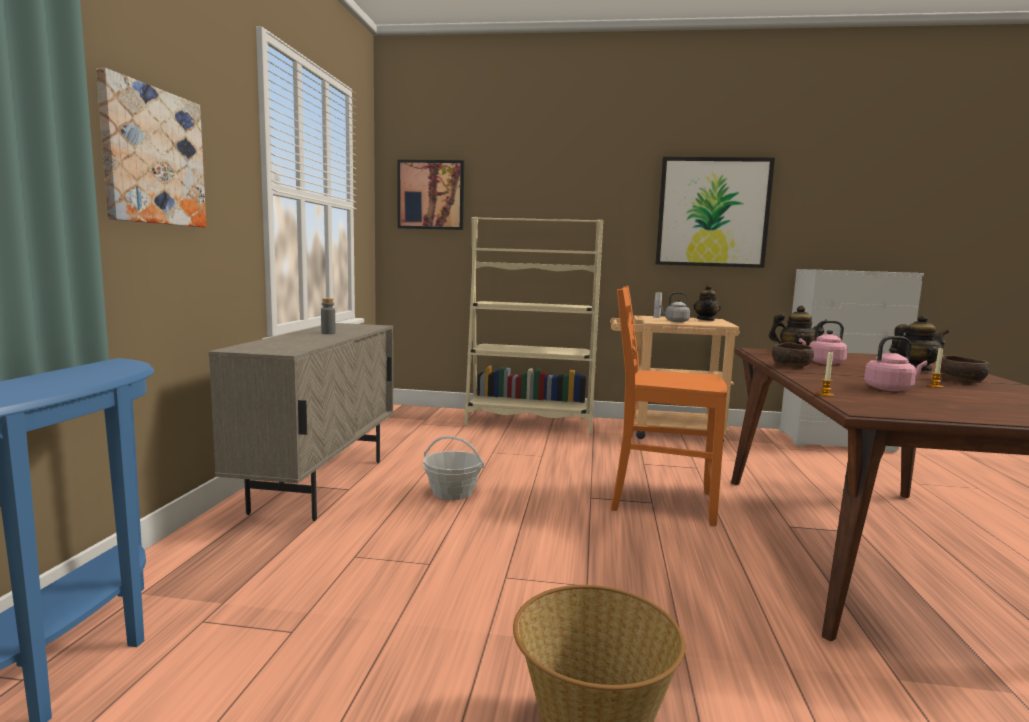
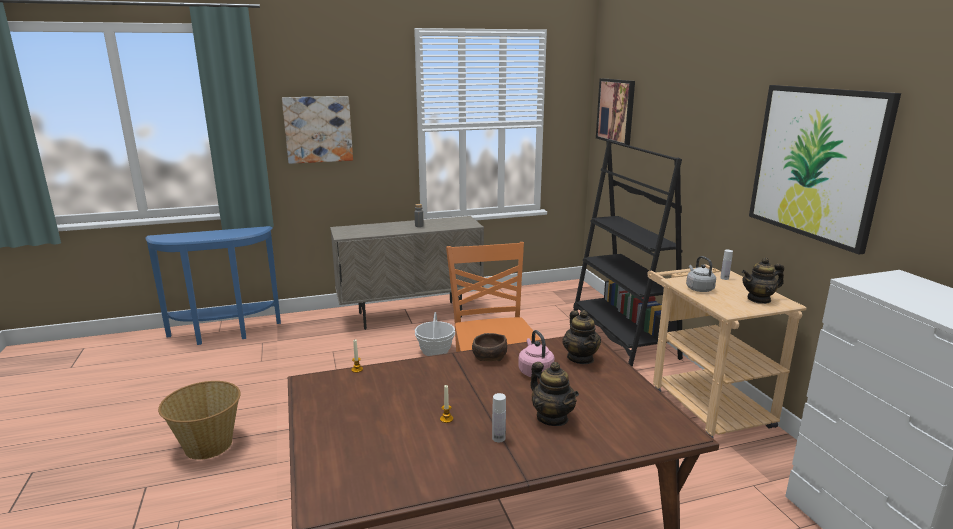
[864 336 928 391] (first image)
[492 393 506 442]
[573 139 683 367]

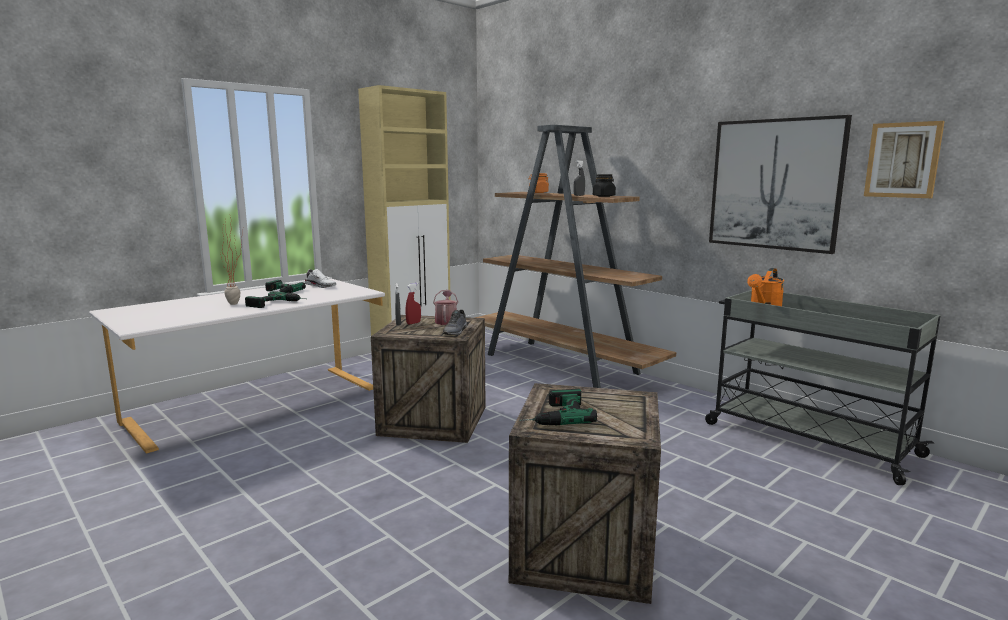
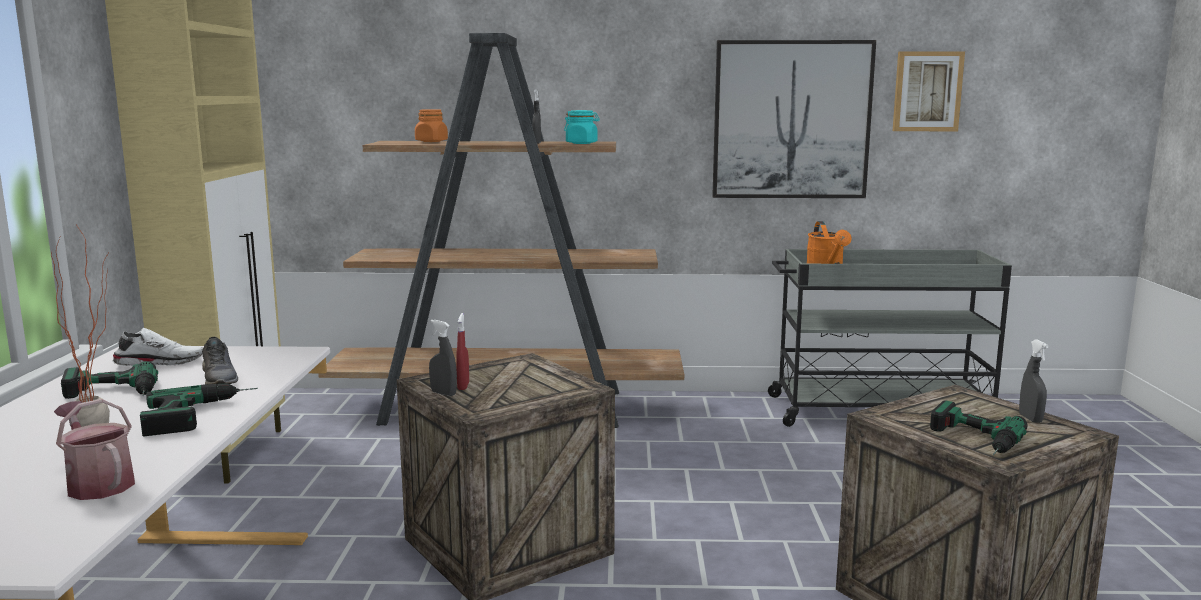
[1019 339 1049 423]
[54 399 135 500]
[202 337 238 385]
[564 110 600 144]

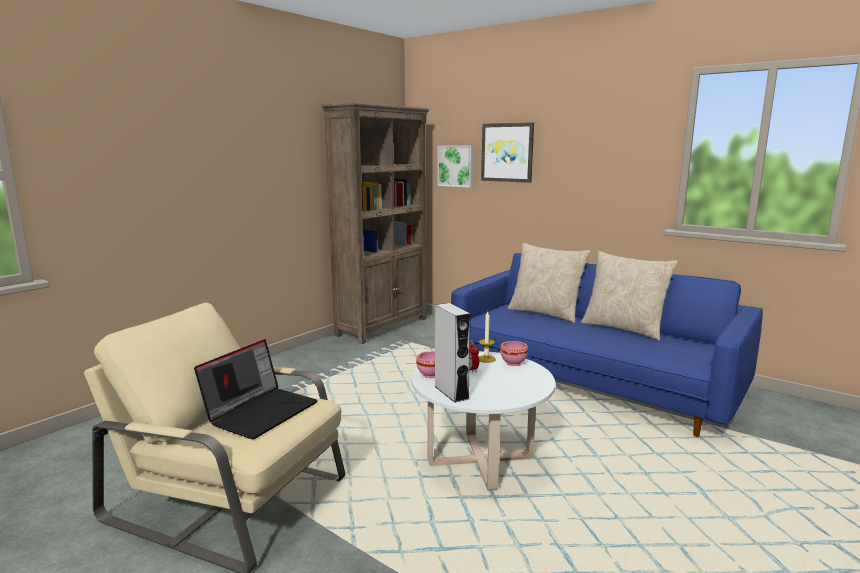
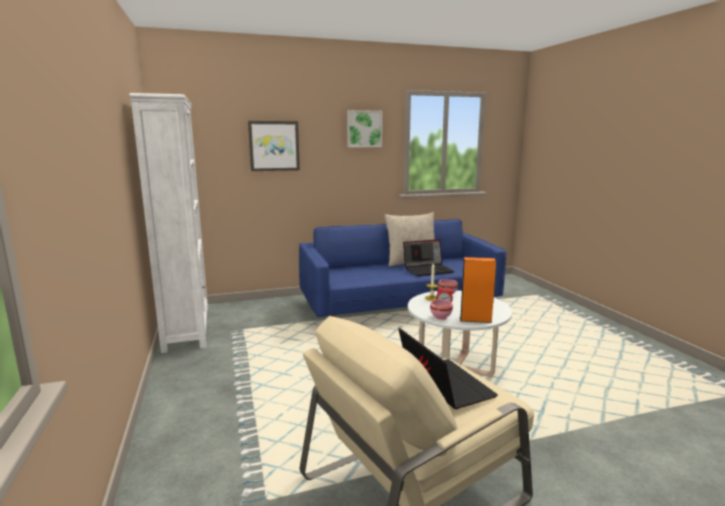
[508 243 590 323] (first image)
[403 239 454 276]
[347 110 382 147]
[130 93 208 353]
[460 257 496 323]

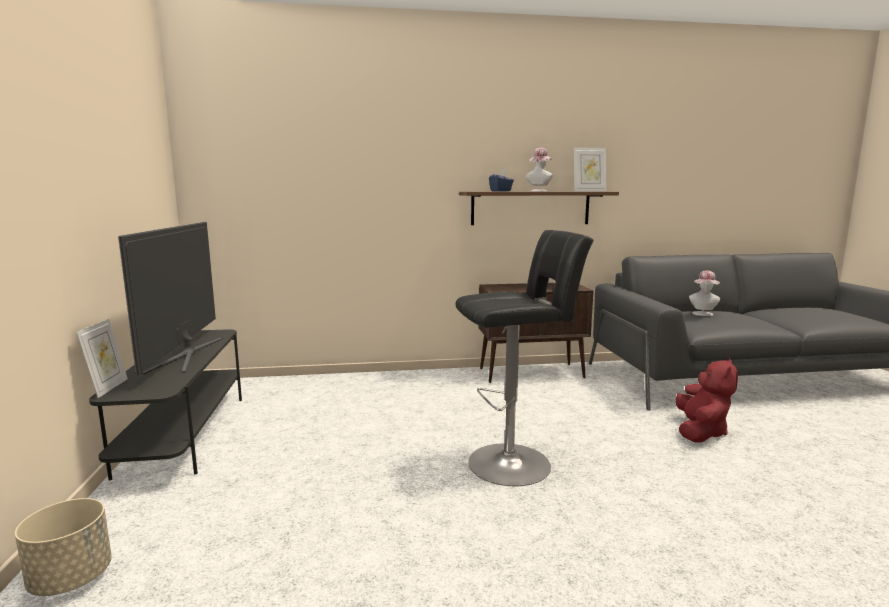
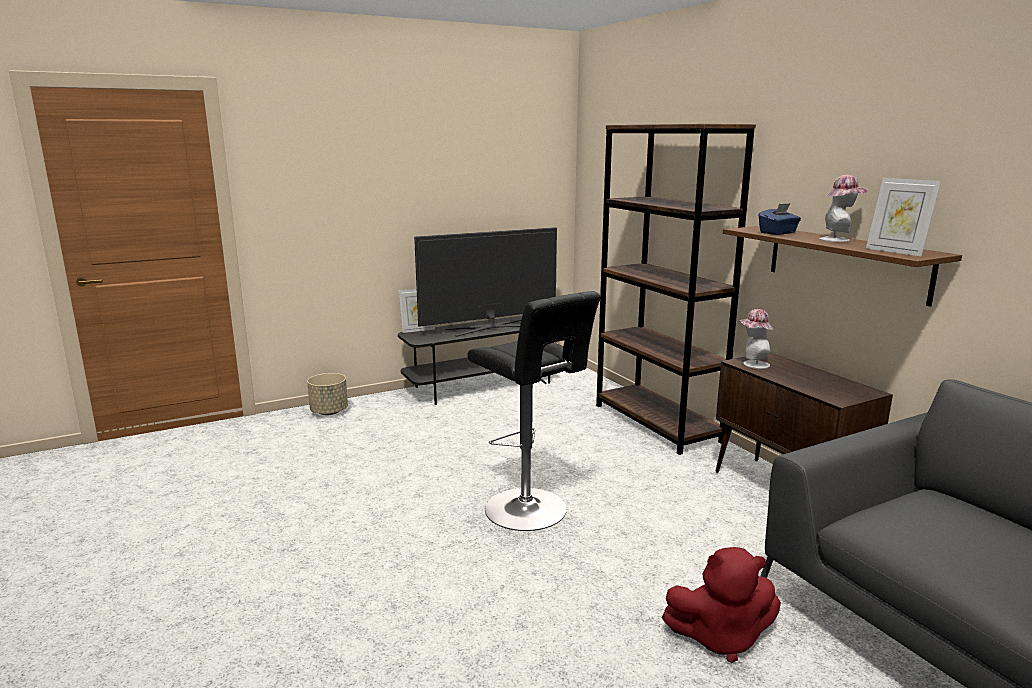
[596 124 756 455]
[739 309 773 369]

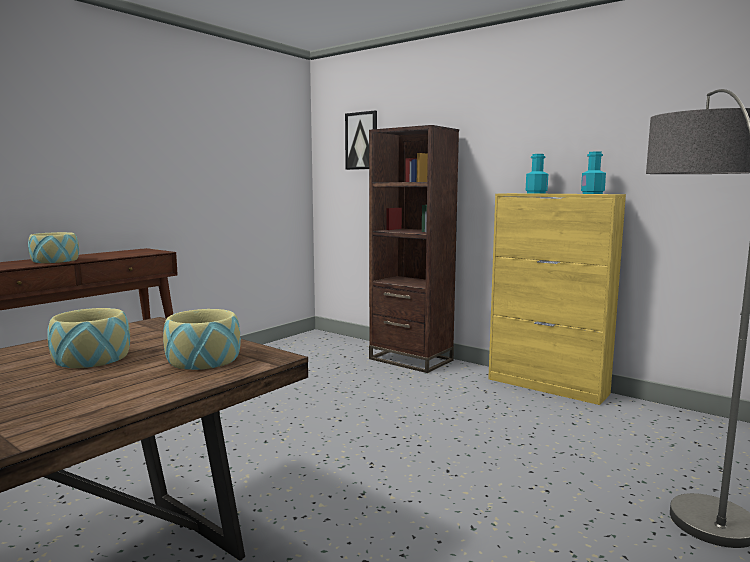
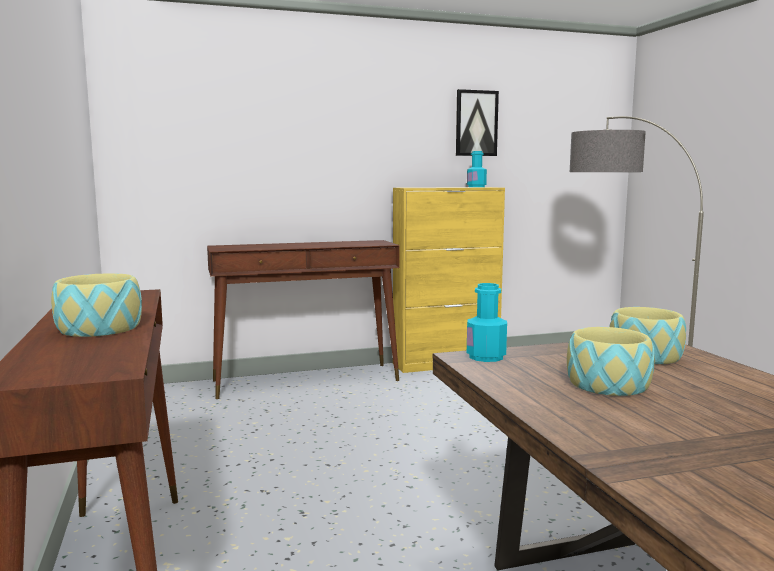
[456 89 499 156]
[467 283 507 362]
[207 240 400 399]

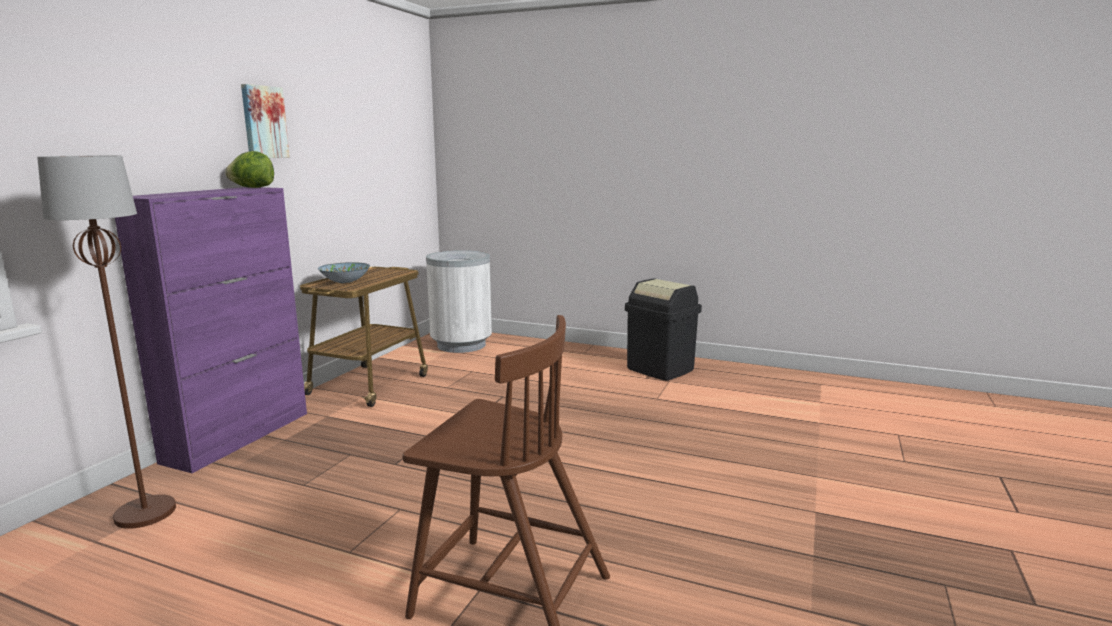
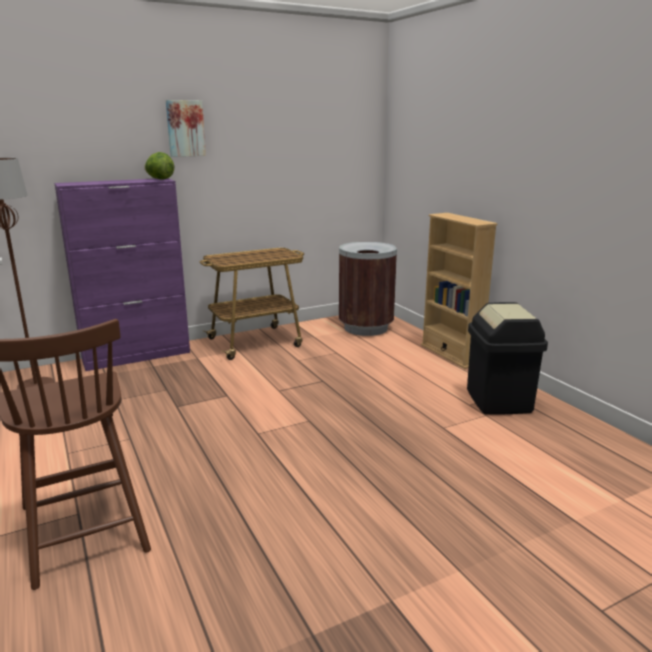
[318 262 370 283] (first image)
[421 213 497 369]
[339 242 397 336]

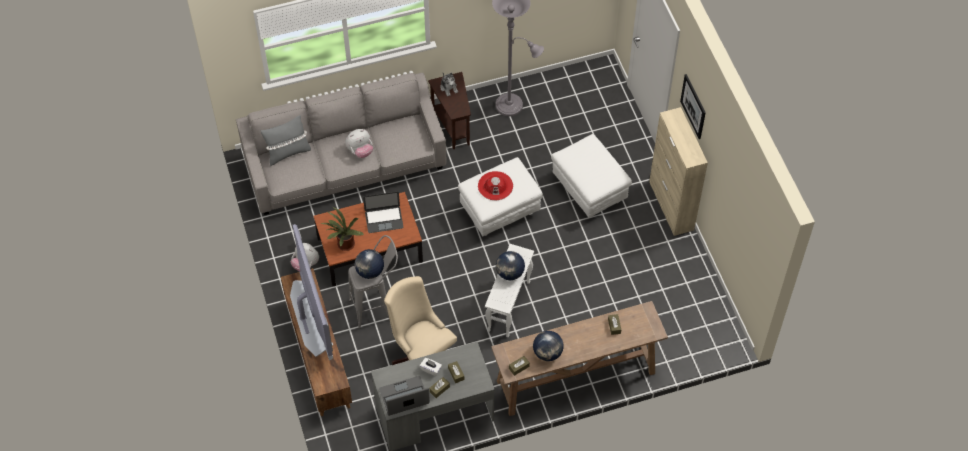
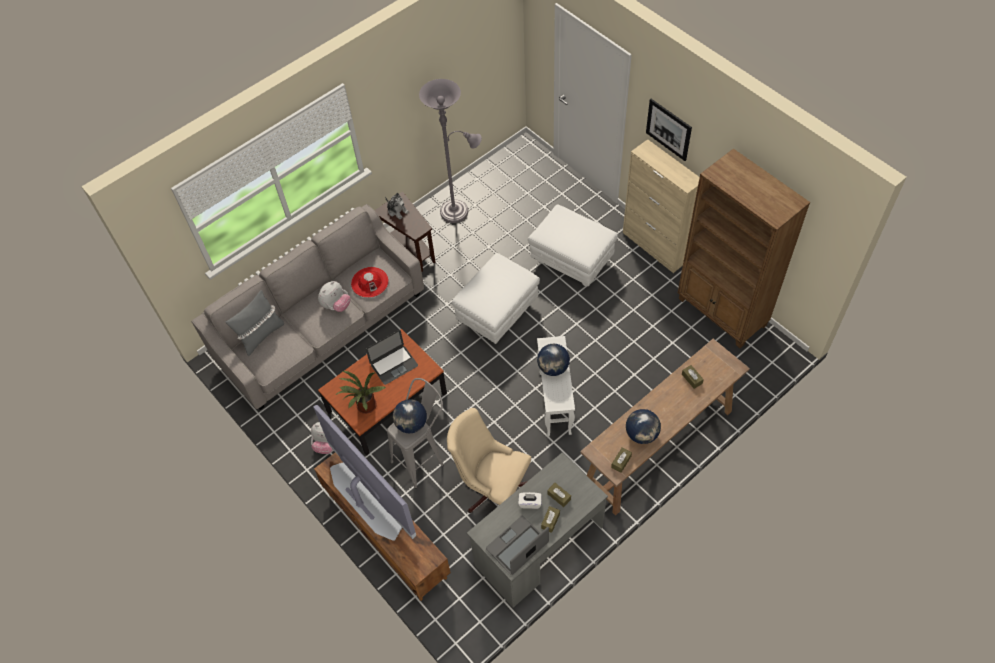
[678 148 810 348]
[351 267 389 298]

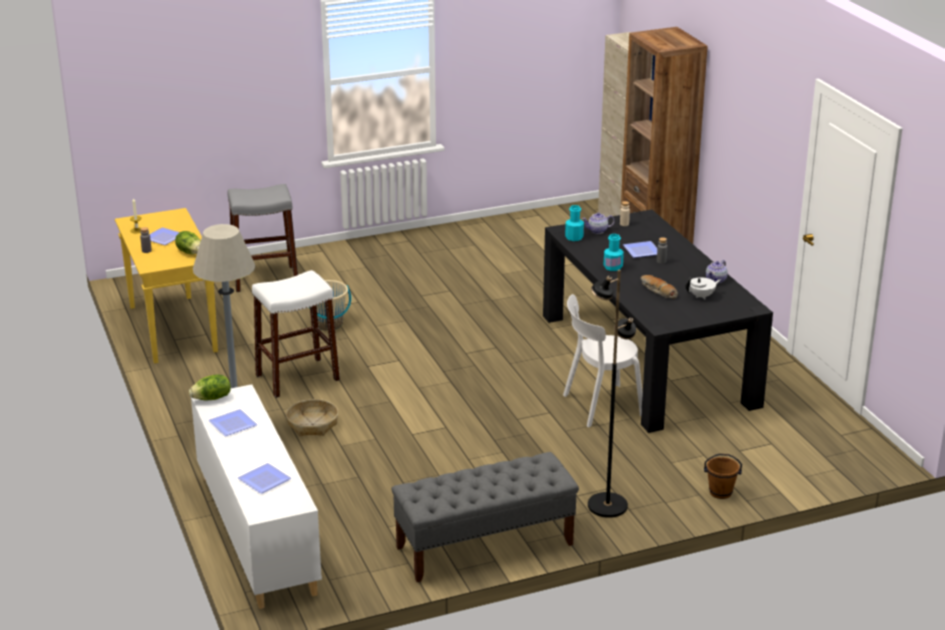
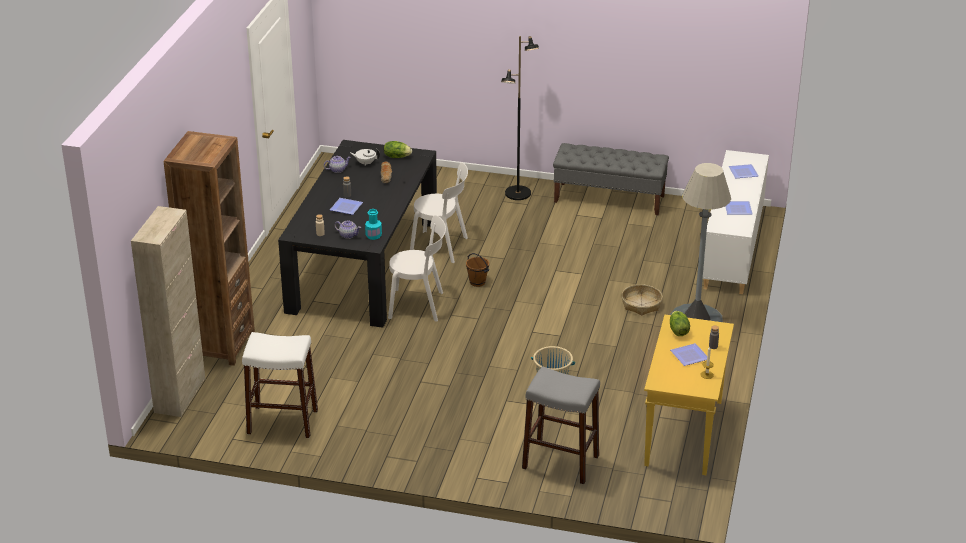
[604 234 624 271] (first image)
[388 215 446 322]
[384 141 412 158]
[242 332 318 438]
[466 253 489 287]

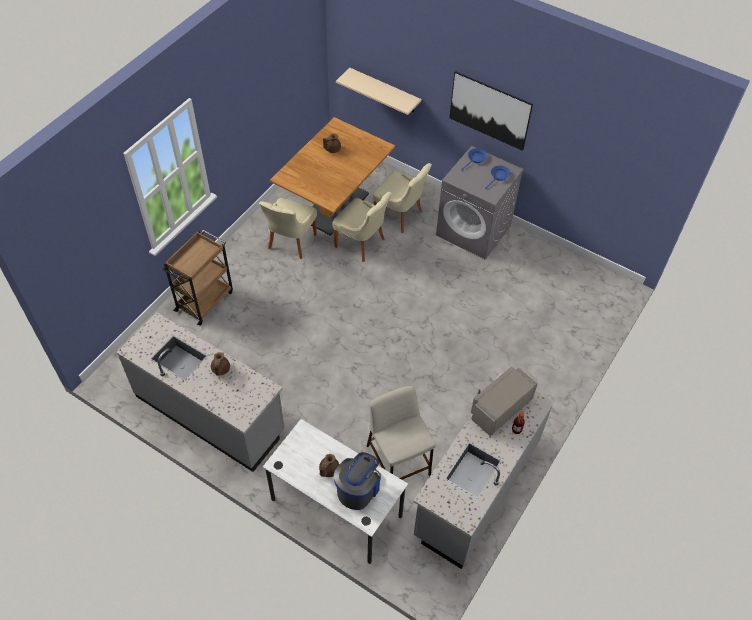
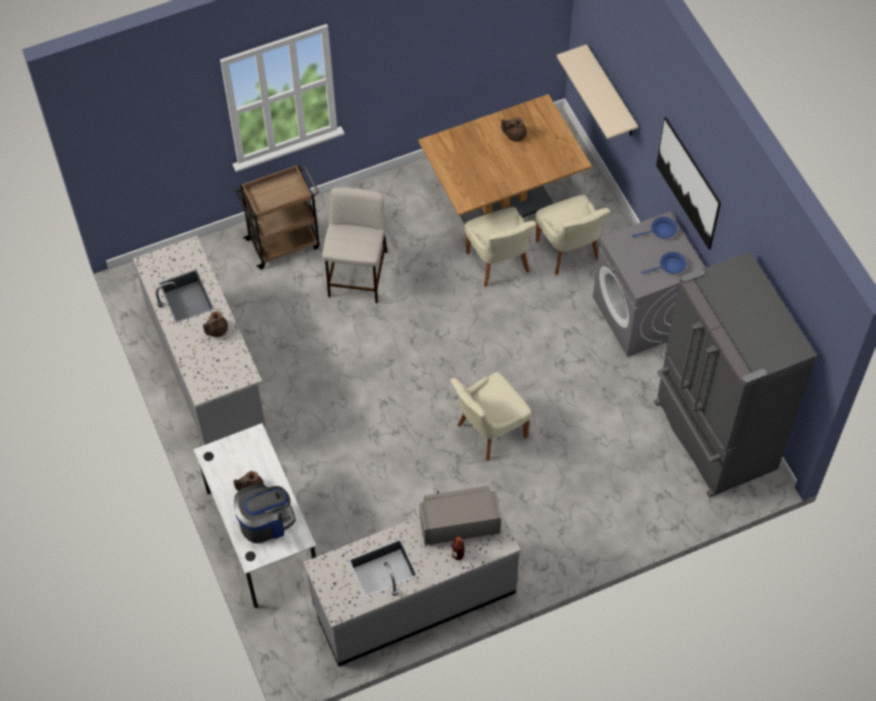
[654 251 817 498]
[450 372 532 461]
[322 187 388 303]

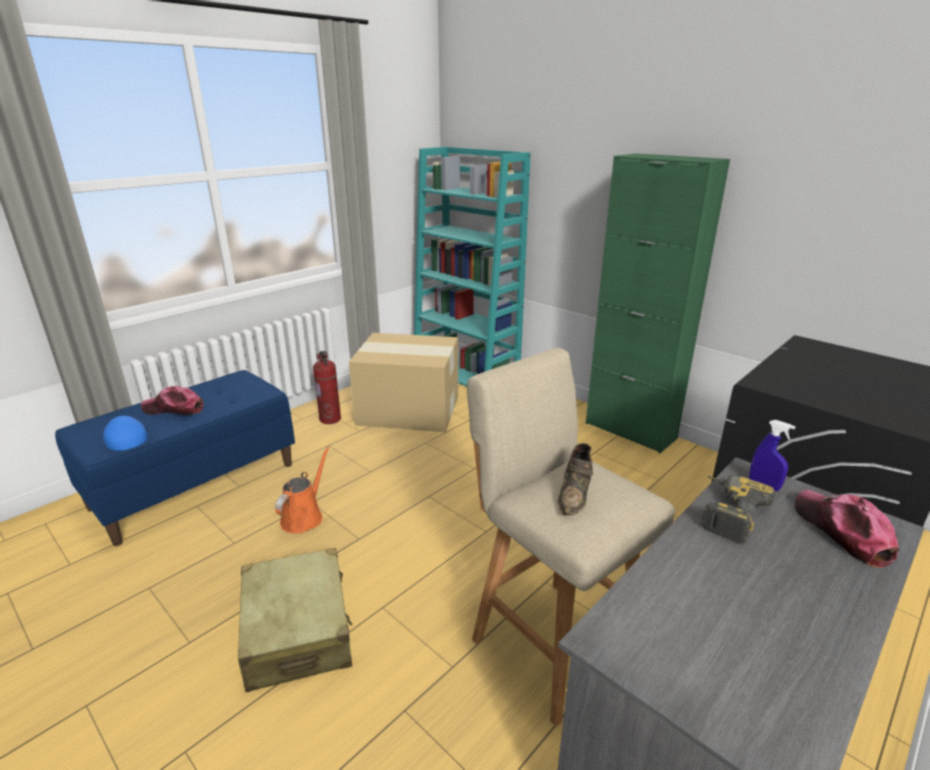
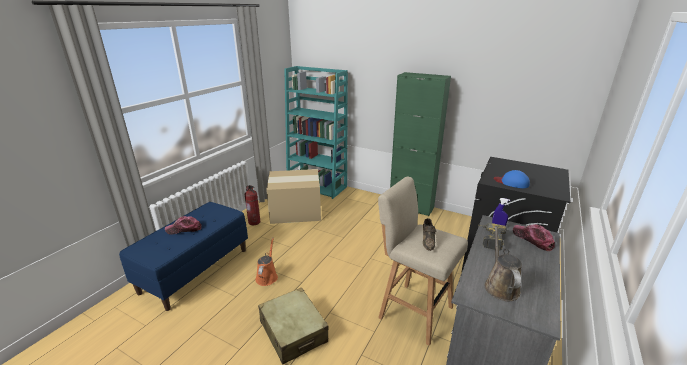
[484 226 522 301]
[494 170 530 188]

